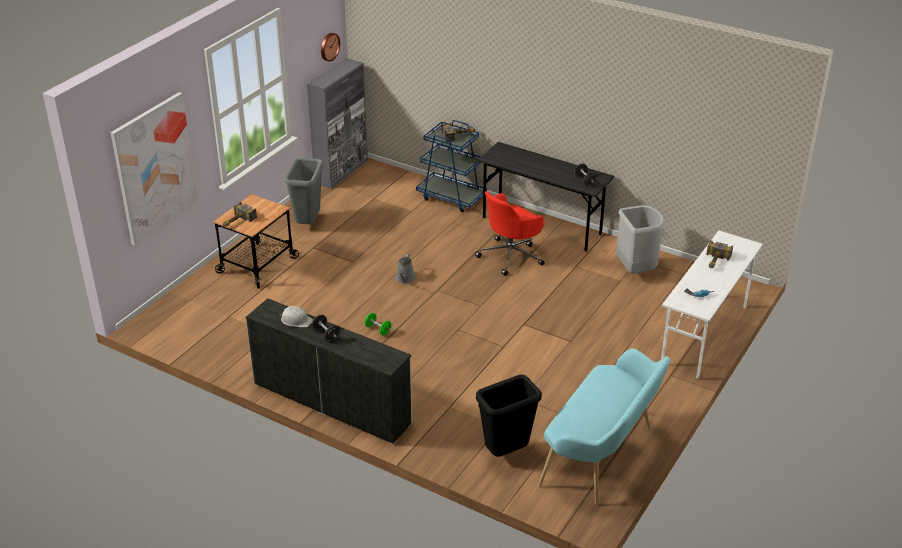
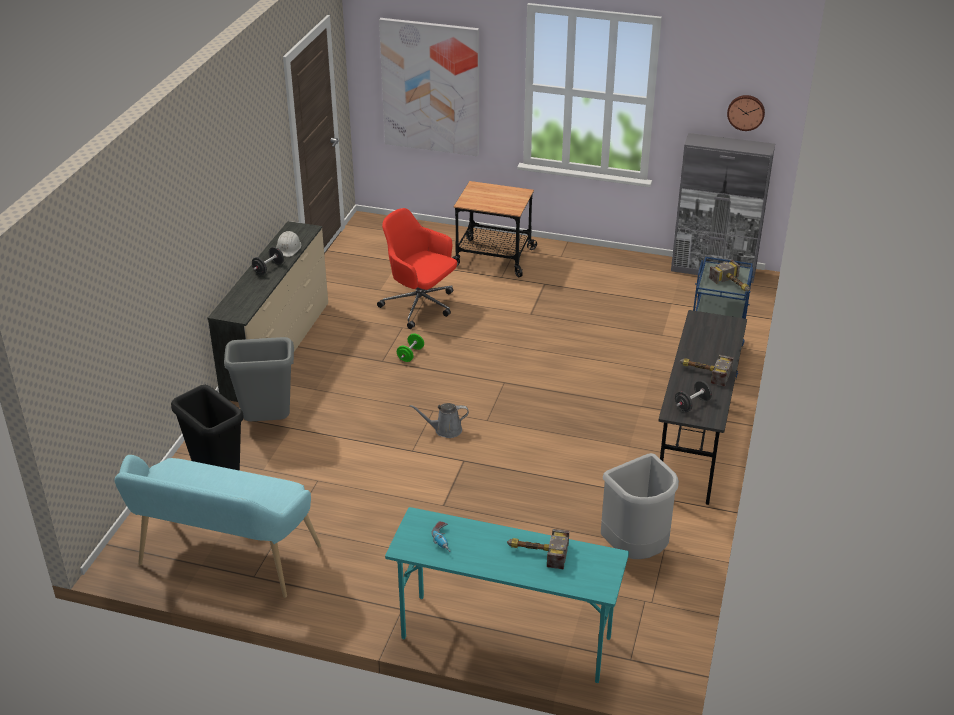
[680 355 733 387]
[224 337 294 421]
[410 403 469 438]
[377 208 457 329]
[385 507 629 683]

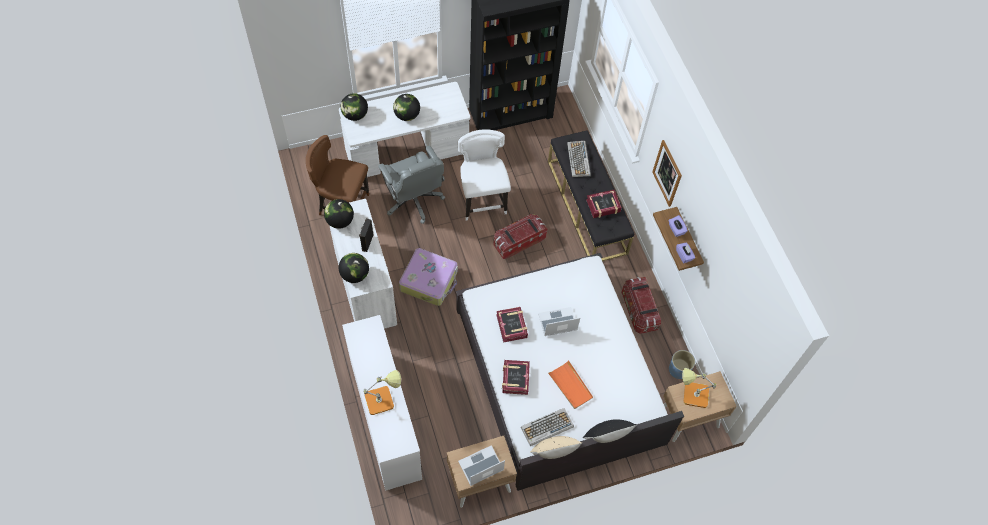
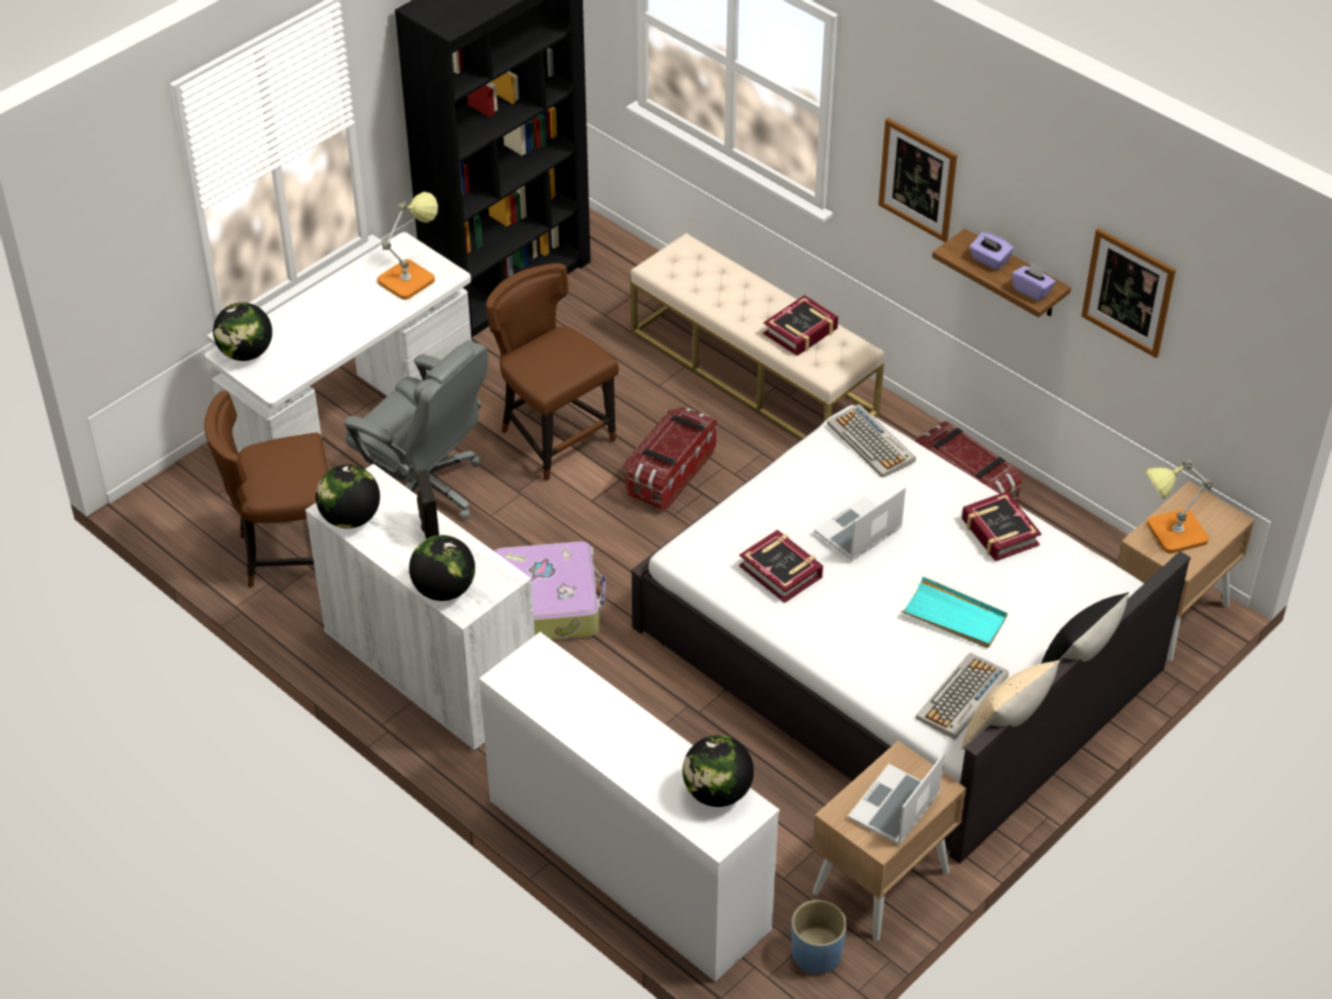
[1081 228 1176 358]
[377 192 438 300]
[683 735 754 807]
[962 491 1041 561]
[827 404 916 478]
[791 900 847 974]
[486 263 619 481]
[631 233 885 440]
[901 577 1008 648]

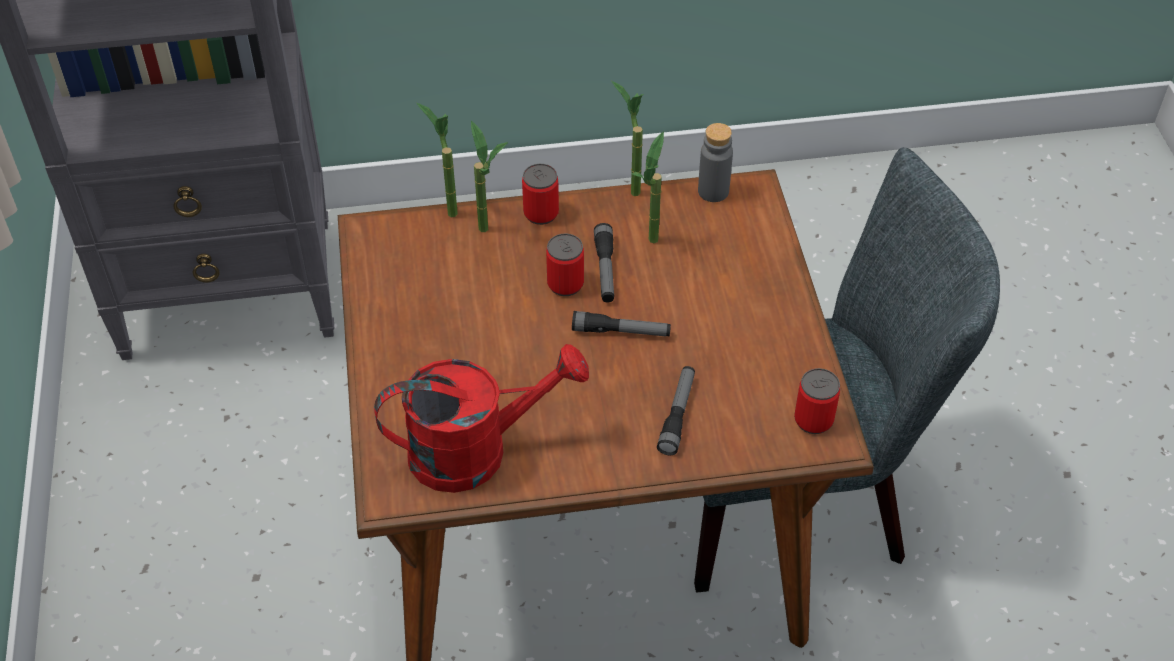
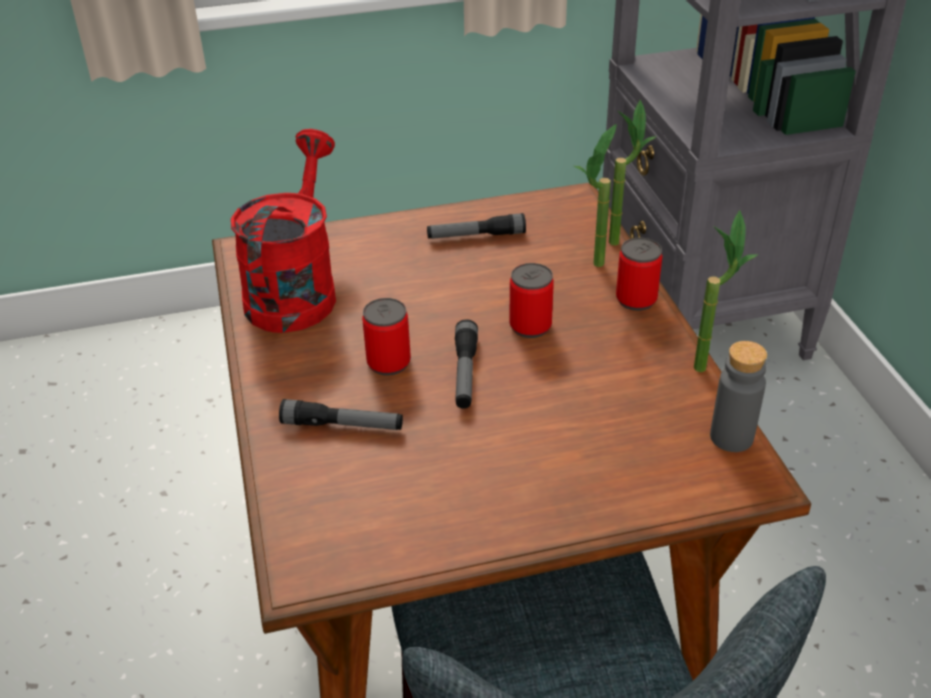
[632 132 664 243] (first image)
[427 213 526 239]
[362 298 411 376]
[231 129 336 333]

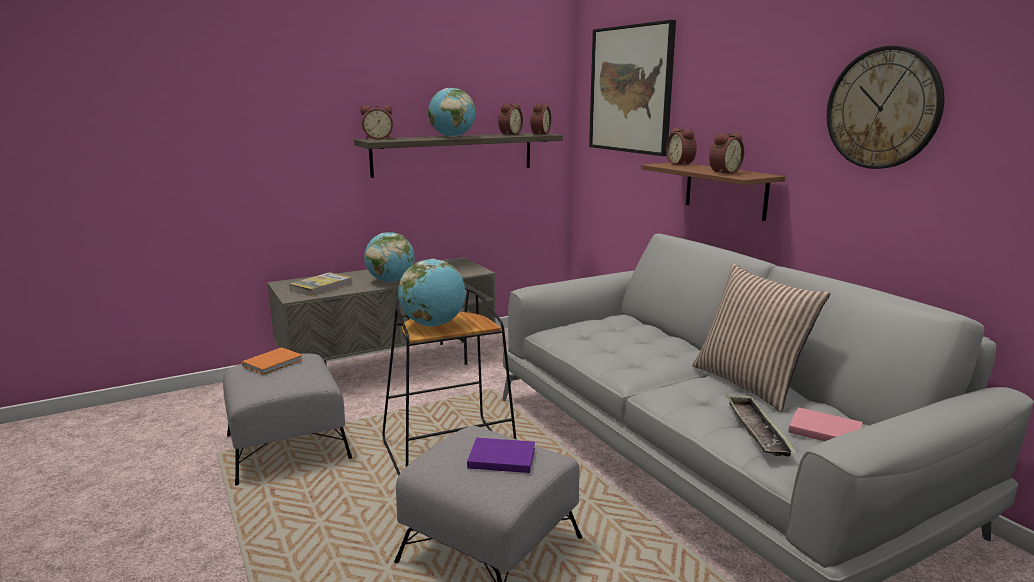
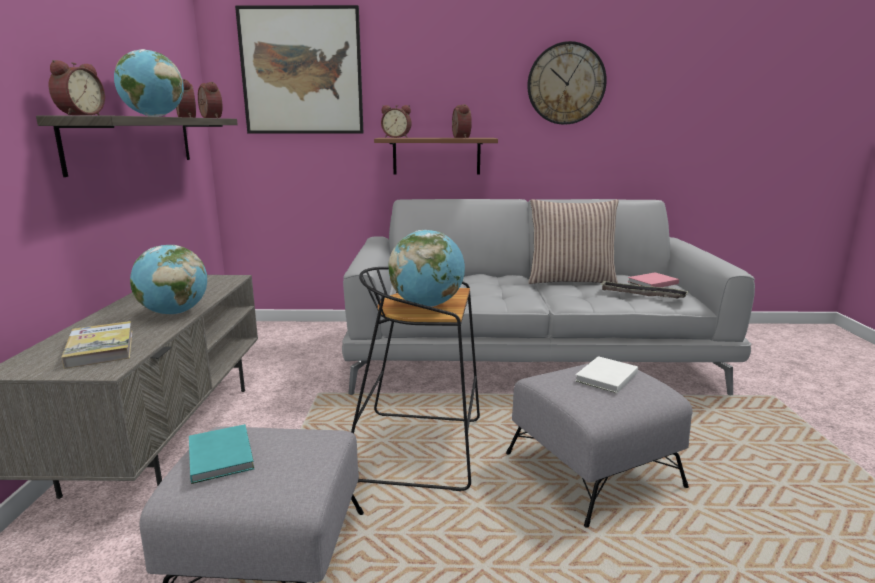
[189 424 254 484]
[575 356 638 393]

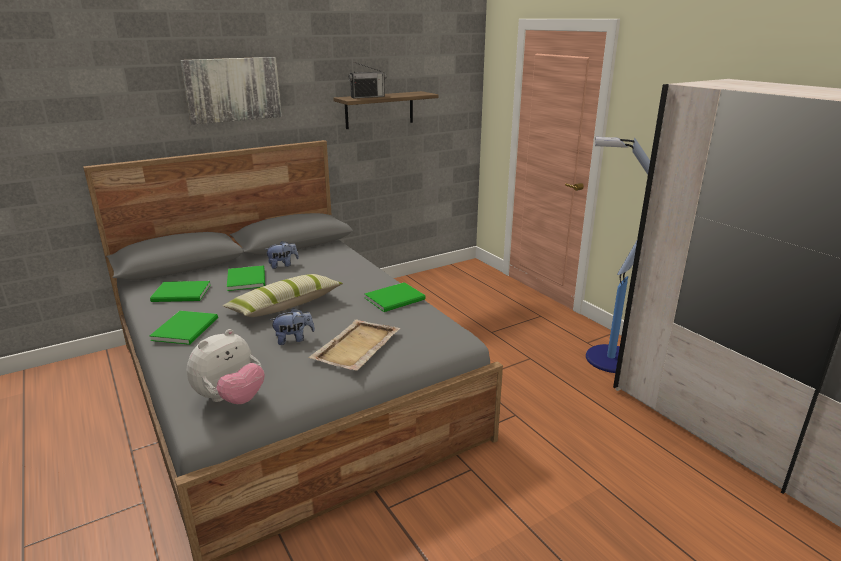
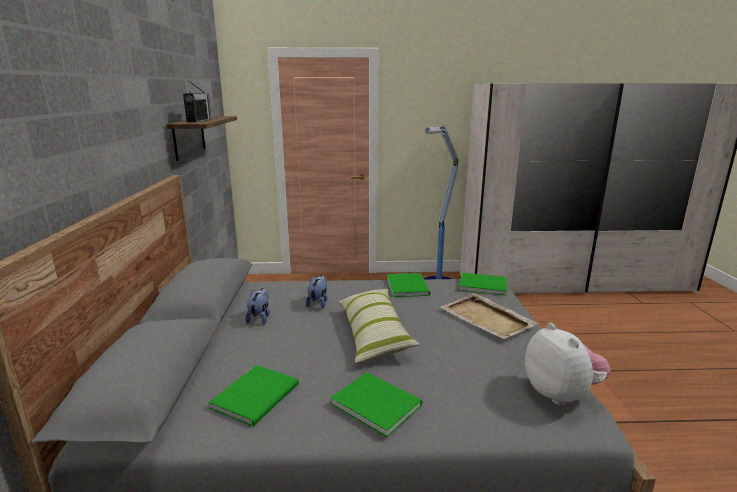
[180 57 282 125] (first image)
[459 273 507 295]
[305 275 328 309]

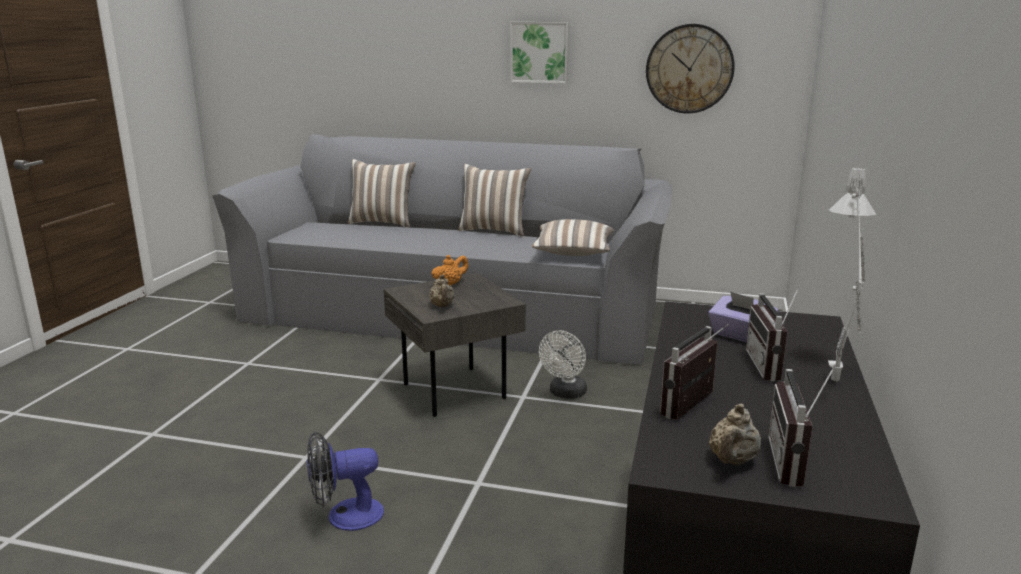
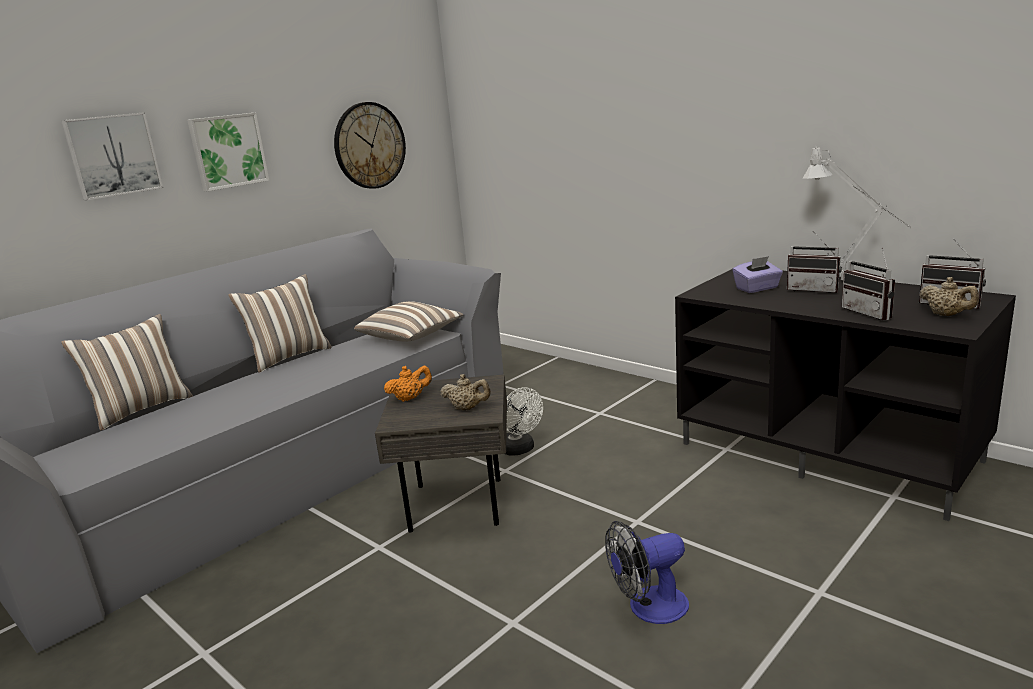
[61 112 163 200]
[605 521 689 624]
[384 366 432 402]

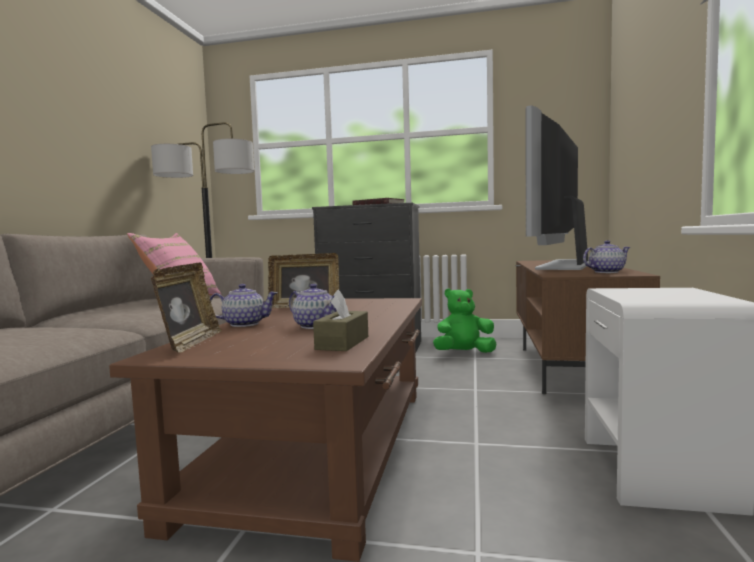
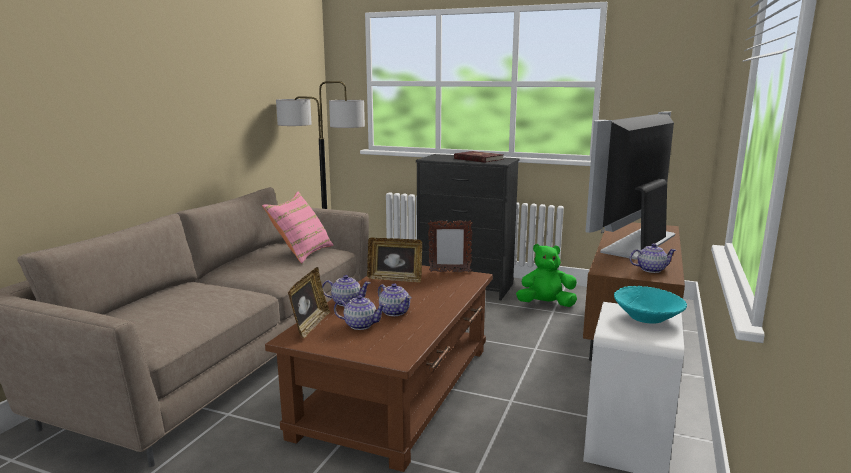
[313 289 368 351] (first image)
[334 295 386 330]
[428 220 473 272]
[614 286 687 324]

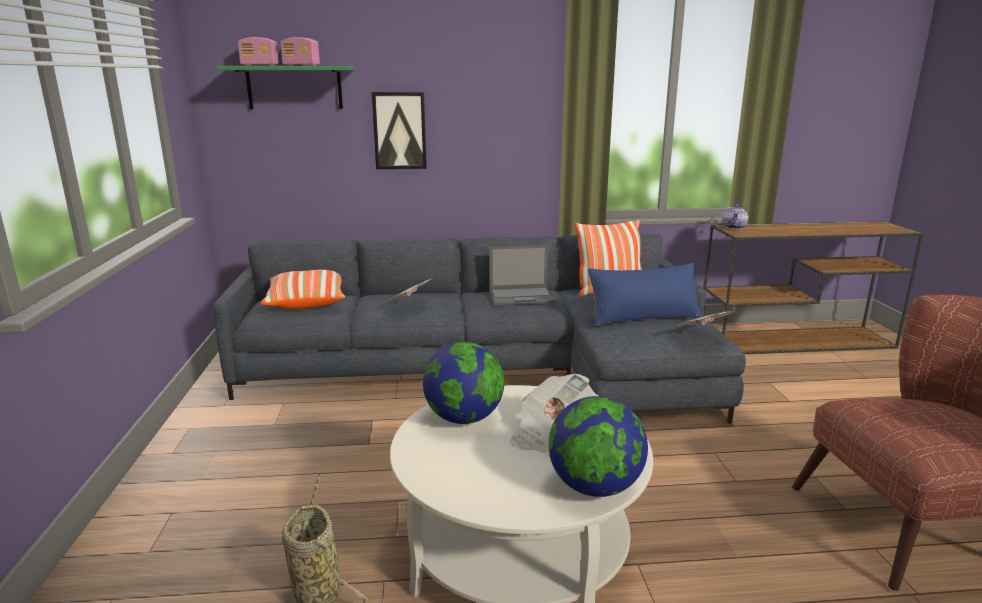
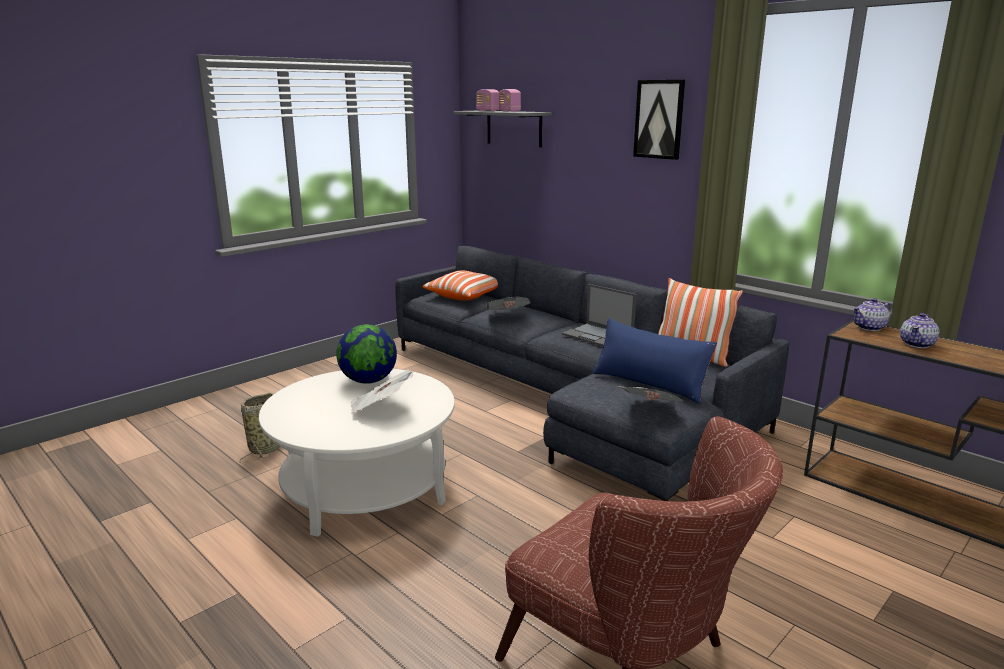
[548 396 648 497] (first image)
[900 313 939 348]
[633 80 685 160]
[453 110 552 147]

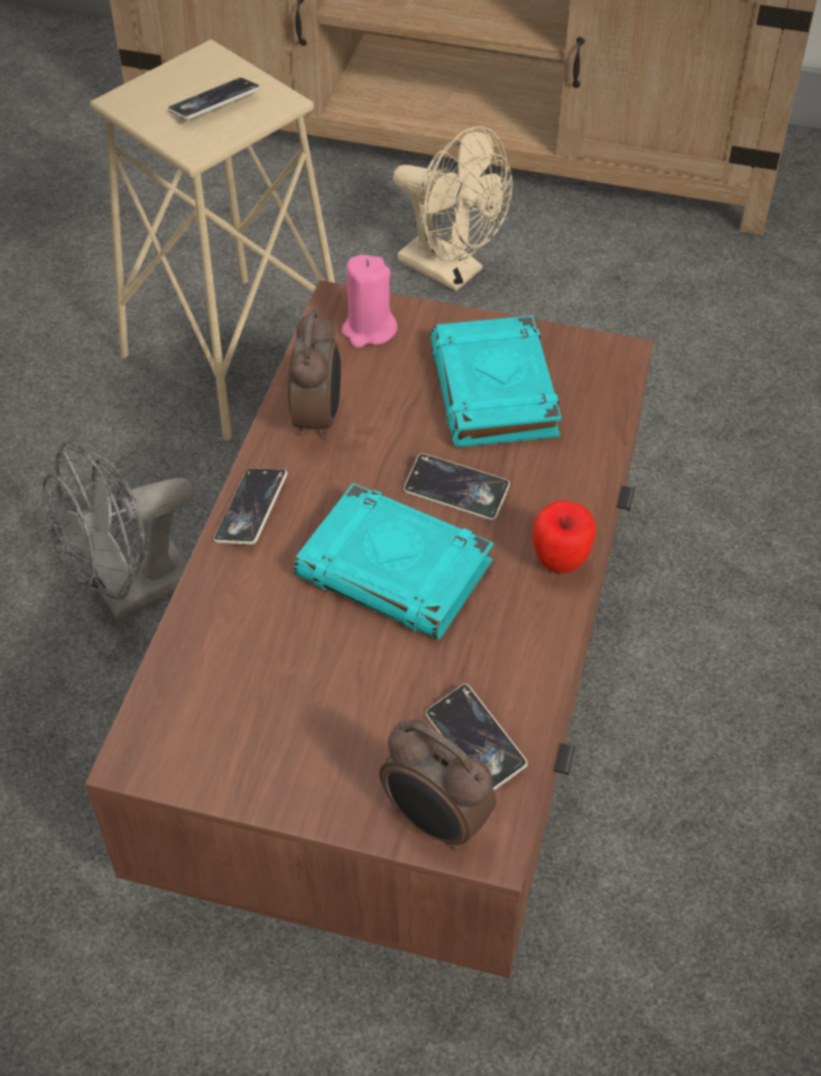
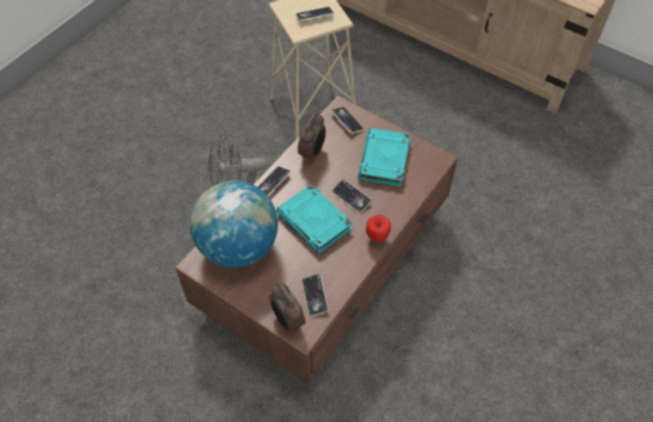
[393 126 513 291] (first image)
[190 181 278 268]
[331 107 364 134]

